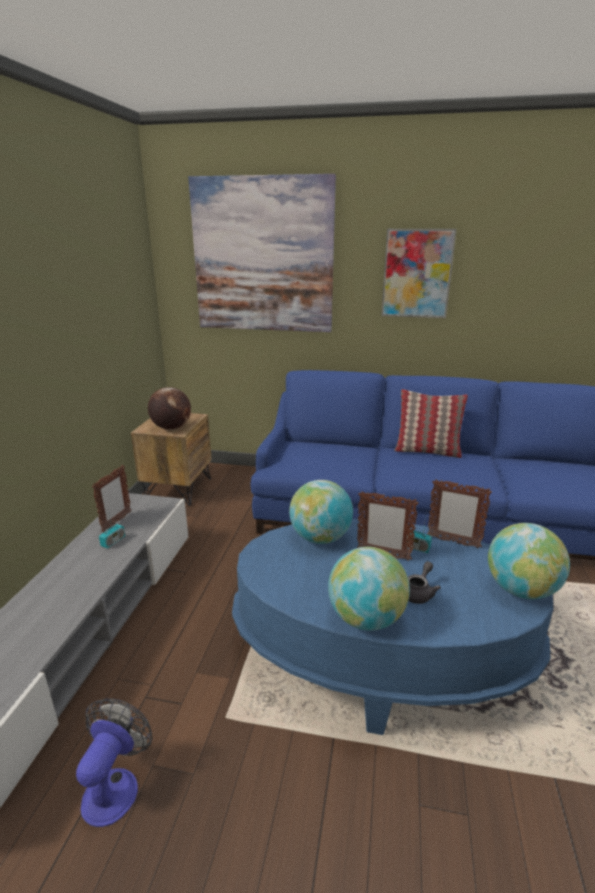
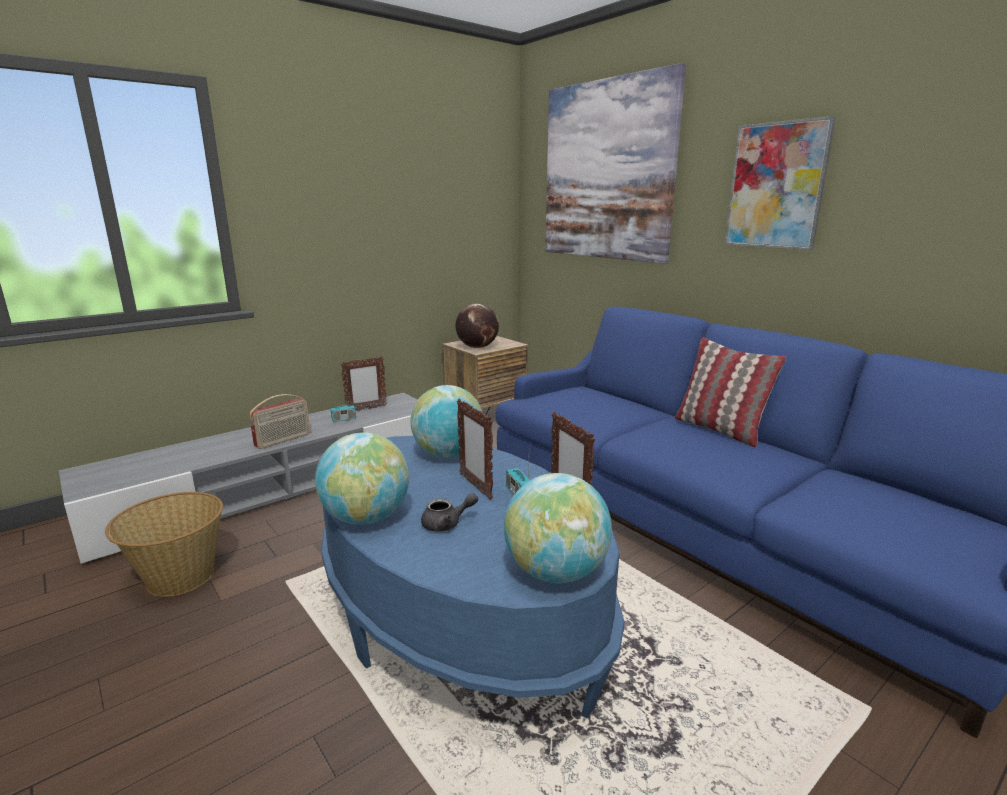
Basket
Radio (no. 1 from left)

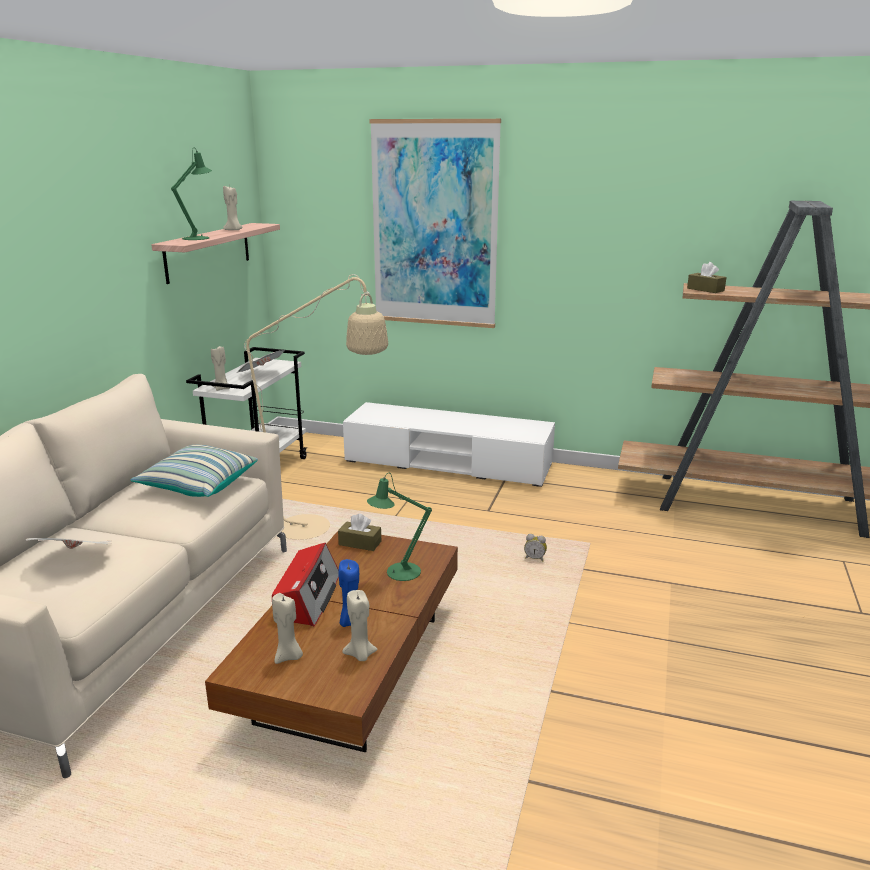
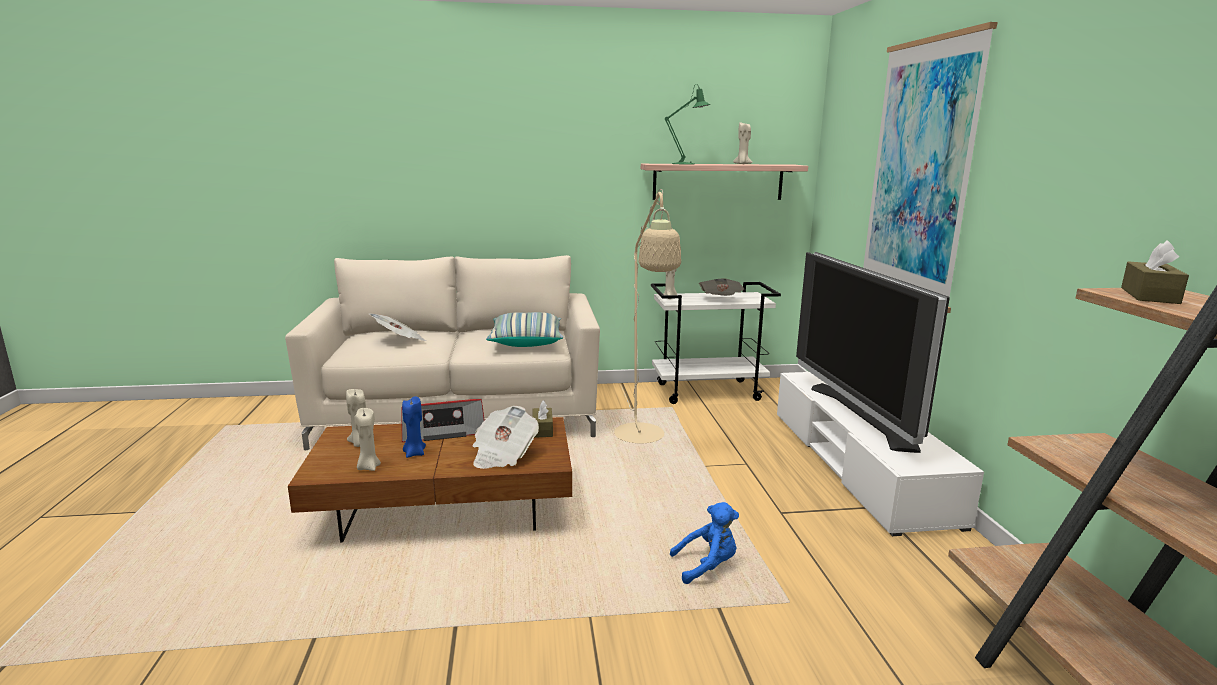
Newspaper (no. 2 from left)
BluePlushToy
Television

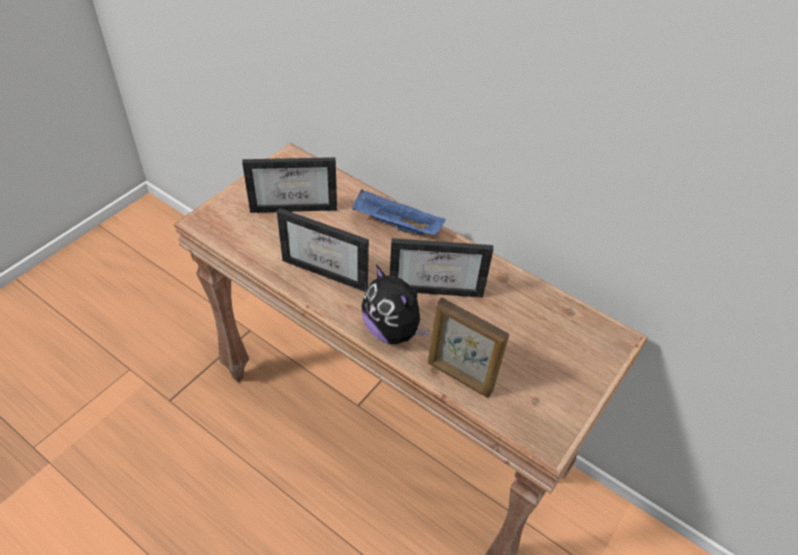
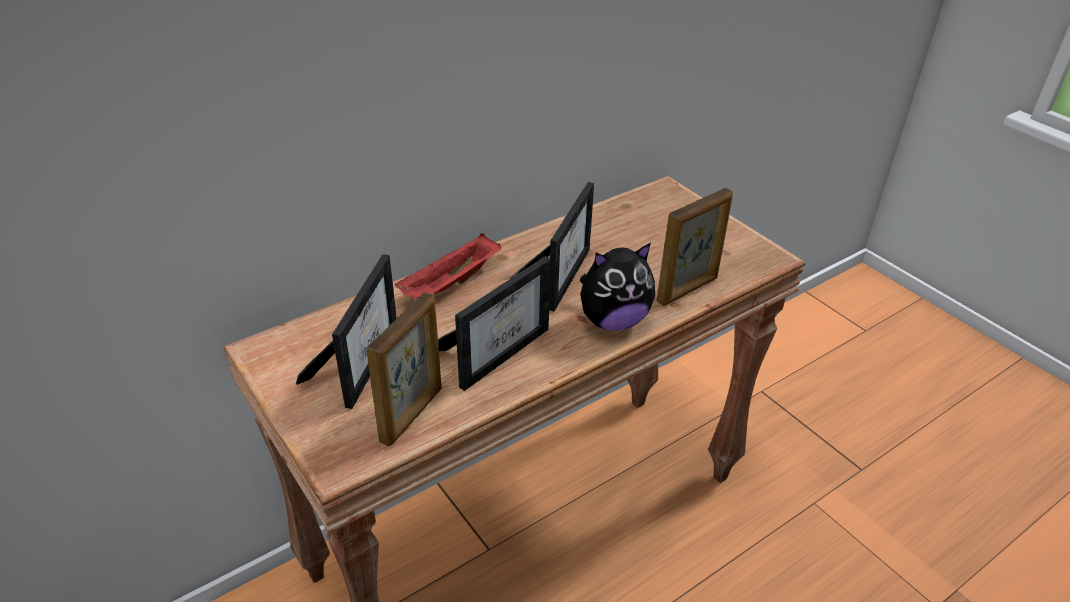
RedTray
PictureFrame (no. 2 from left)

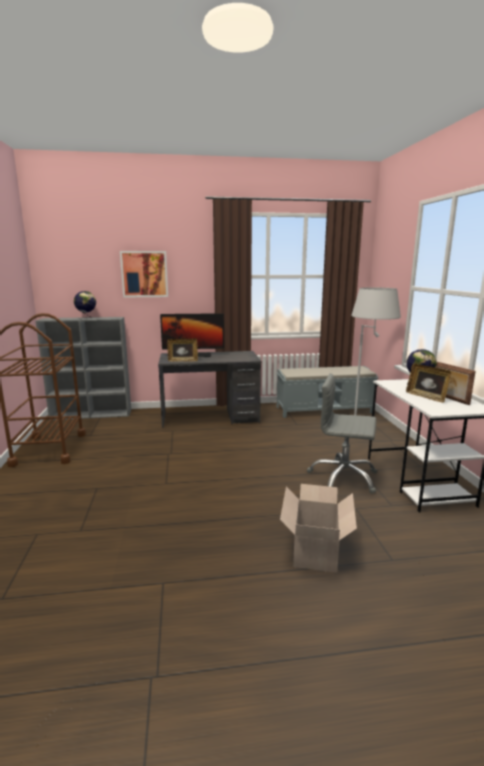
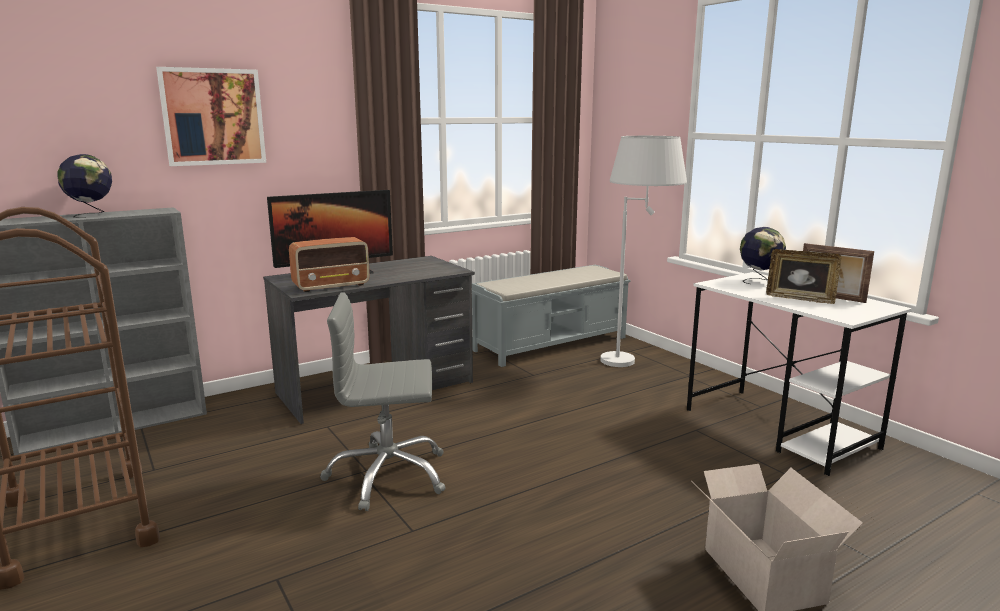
Radio
GreyOfficeChair

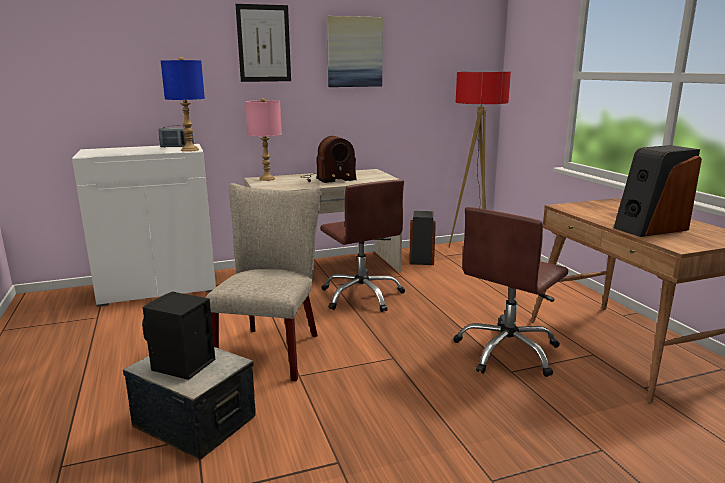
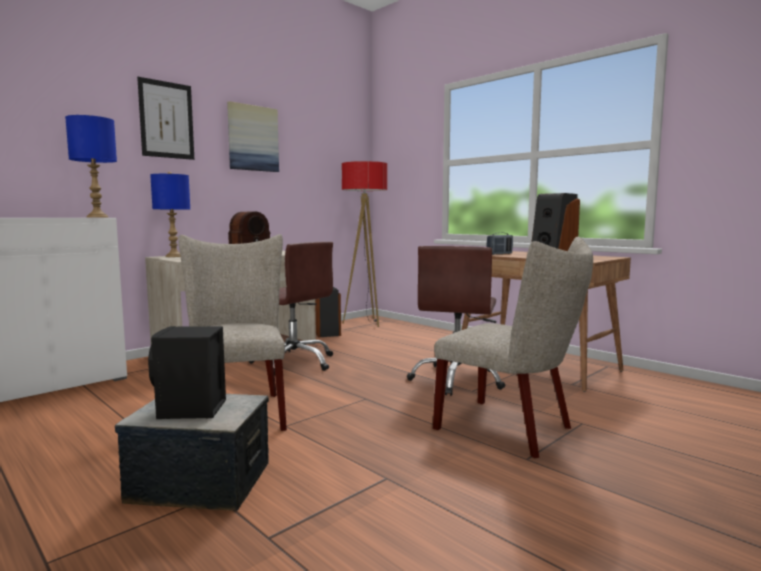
BlueTableLamp (no. 2 from left)
Radio (no. 2 from left)
BeigeChair (no. 2 from left)

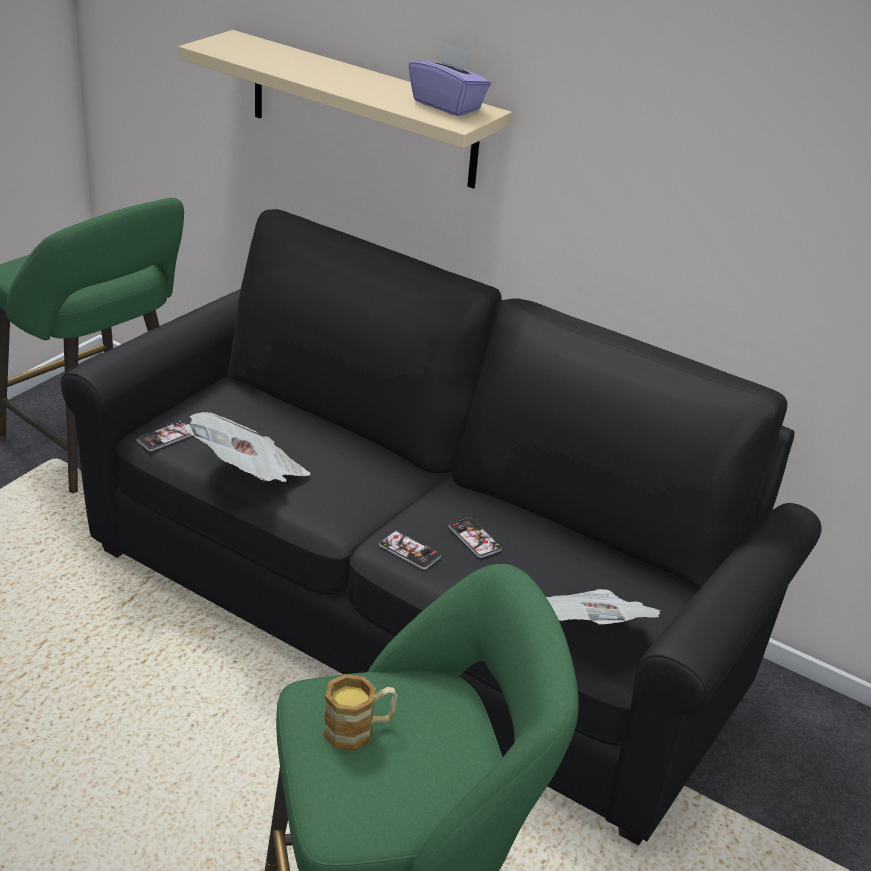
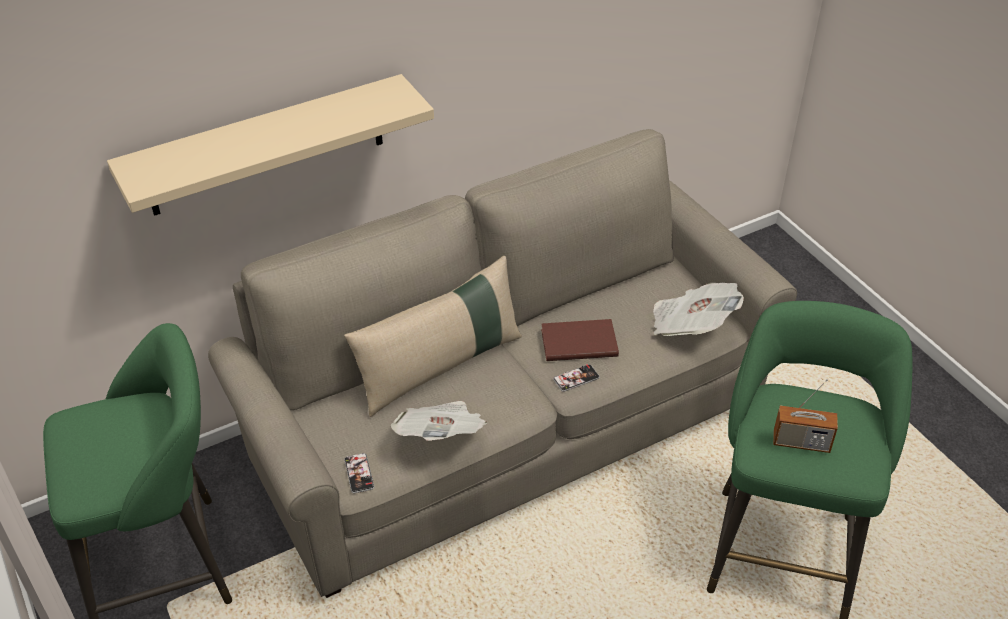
PurpleTissueBox
BeigeSofa
BrownBook
Radio
BeigePillow

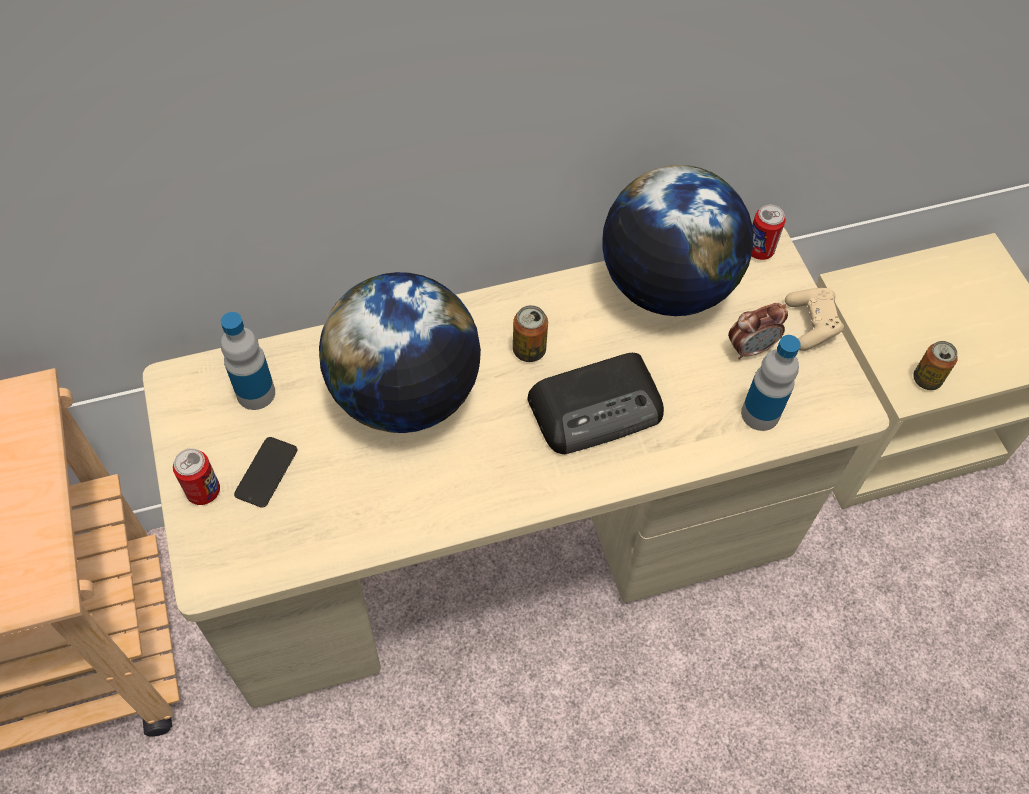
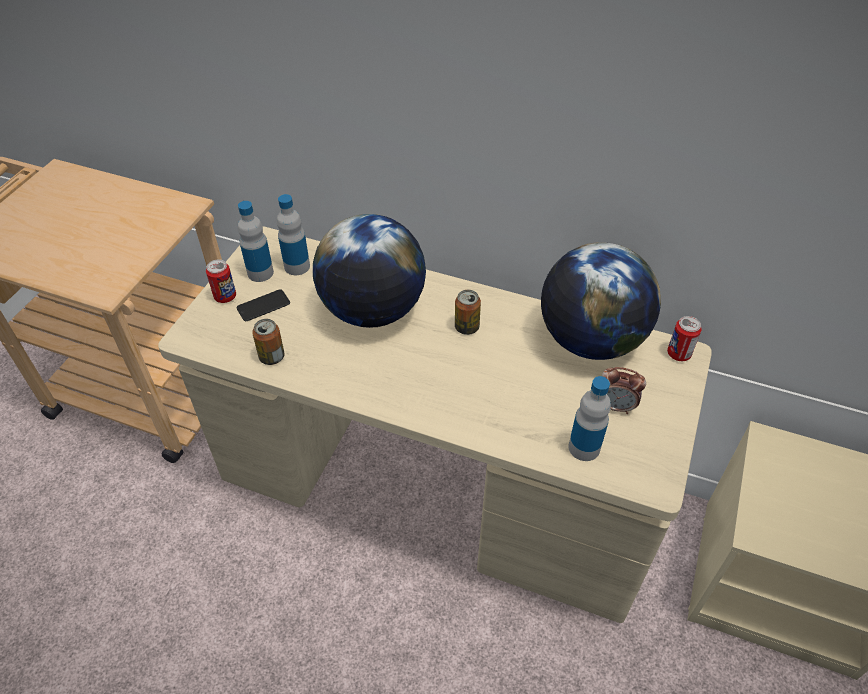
BeigeGameController
Can (no. 2 from left)
Radio
Bottle (no. 1 from left)

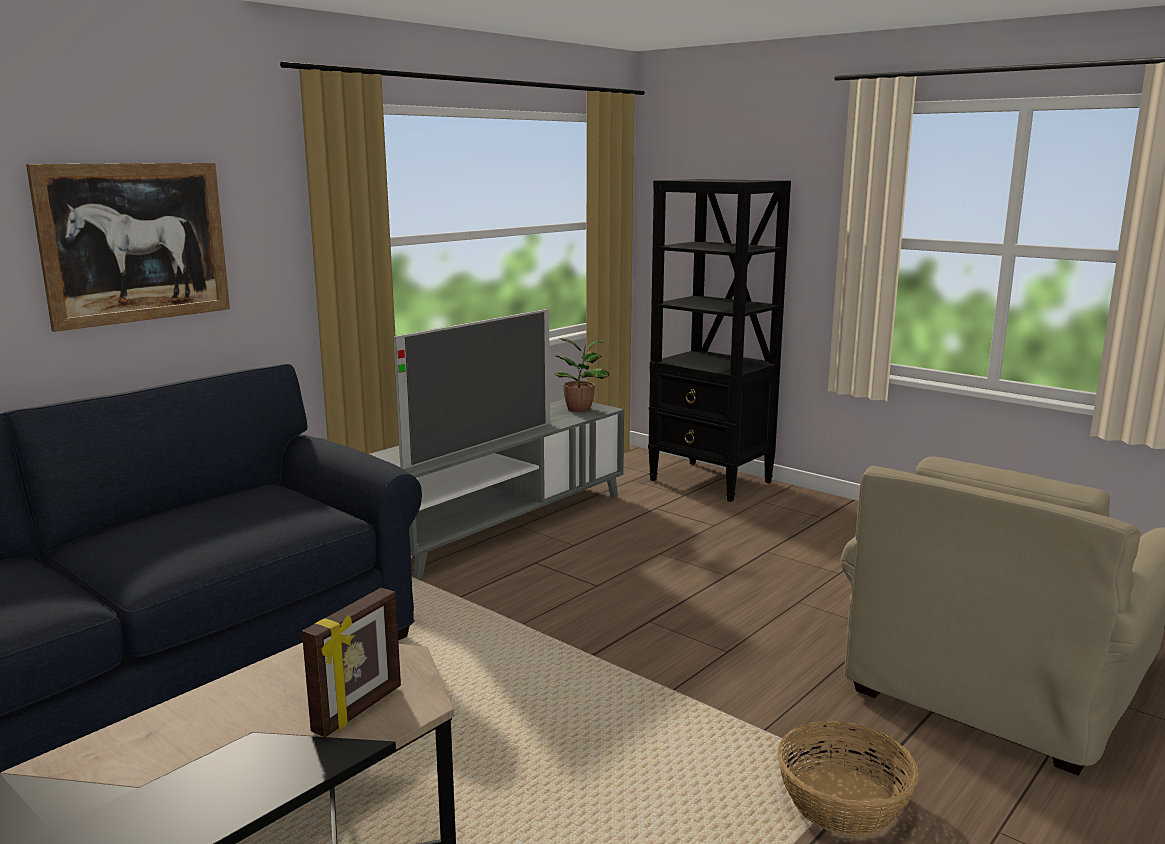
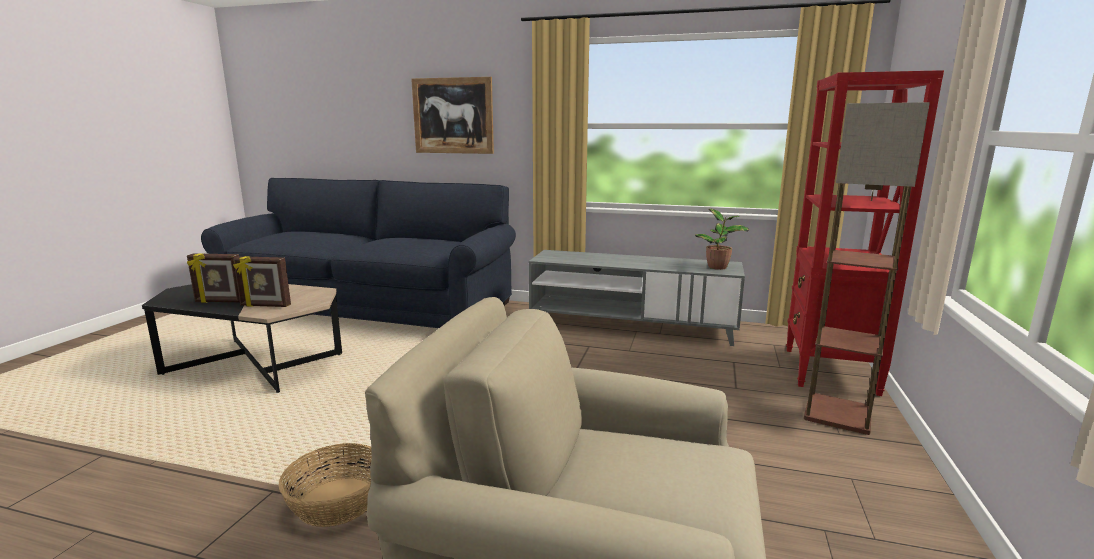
RedBookcase
Television
FloorLamp
PictureFrame (no. 1 from left)

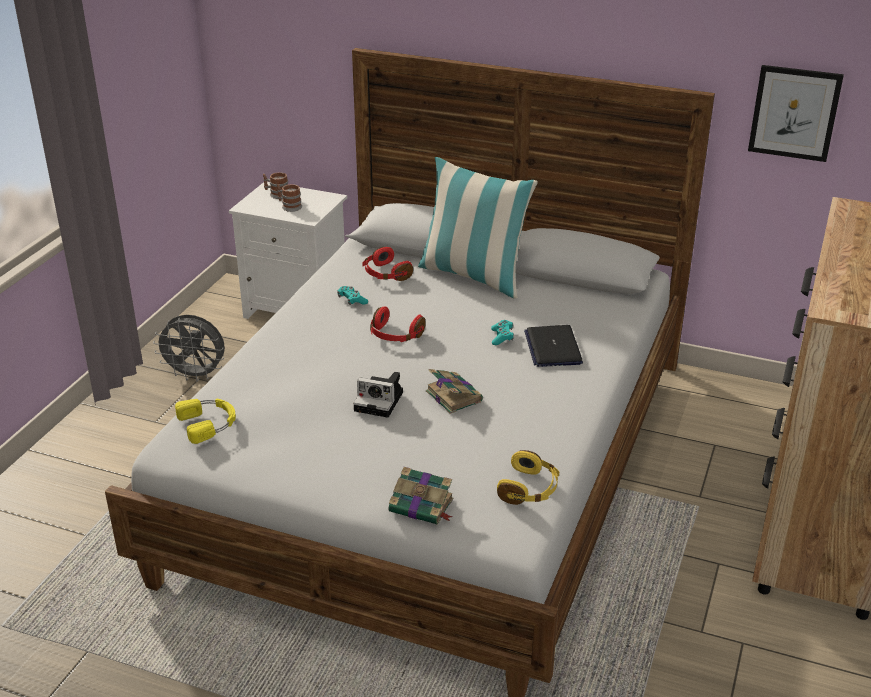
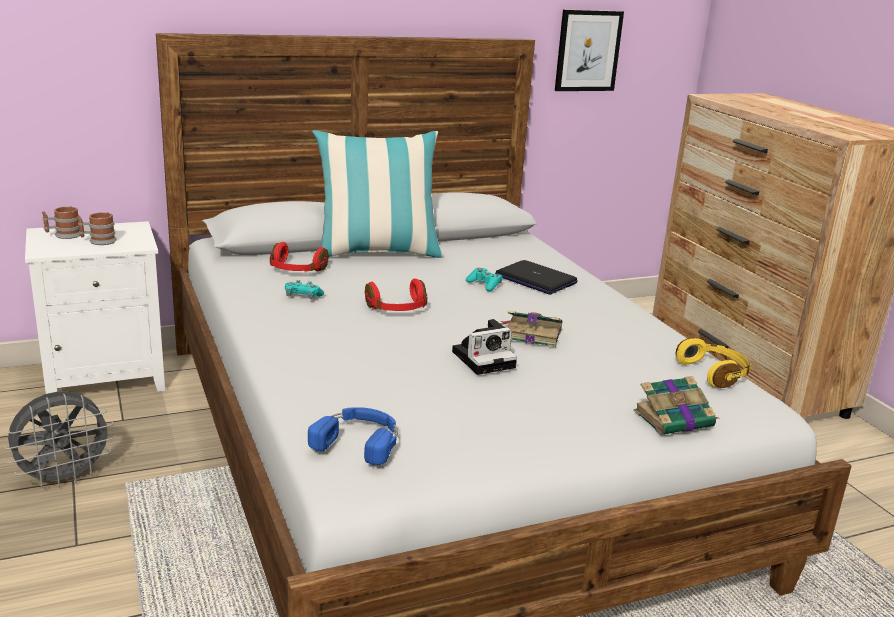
BlueHeadphones

